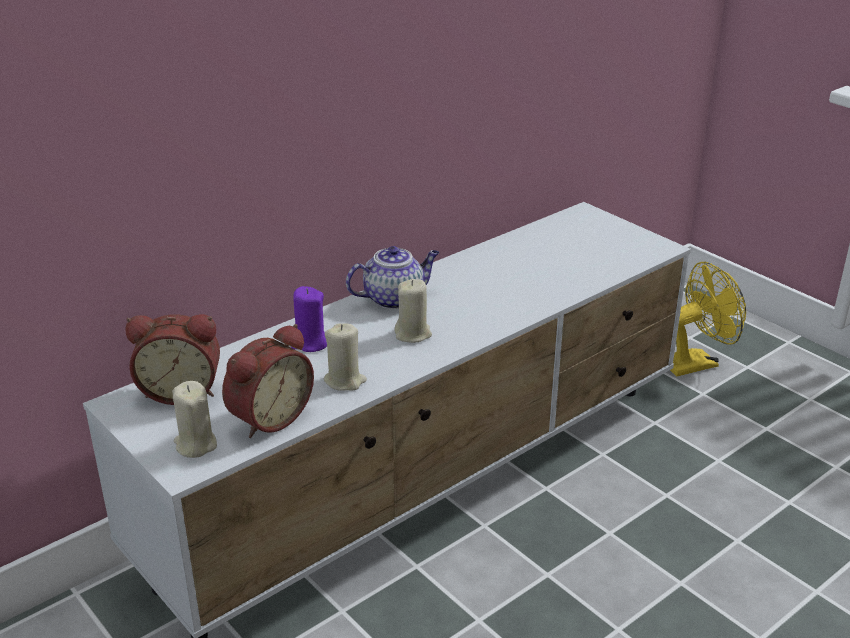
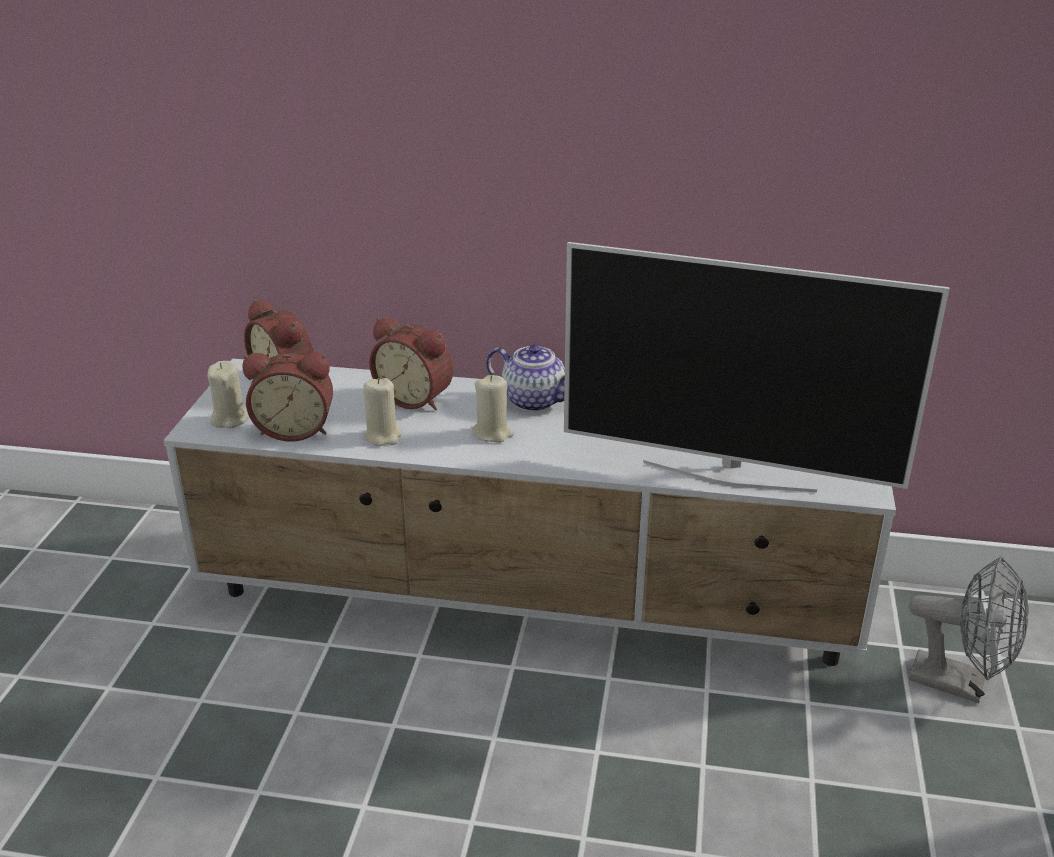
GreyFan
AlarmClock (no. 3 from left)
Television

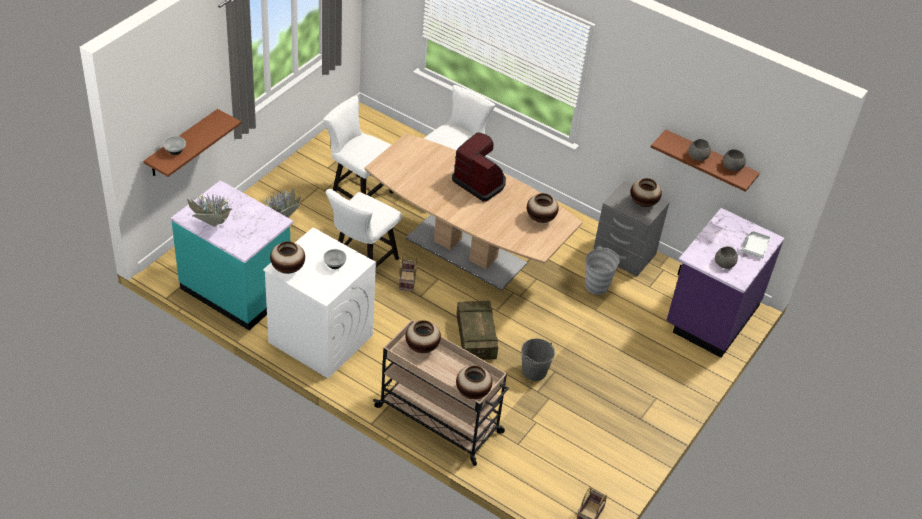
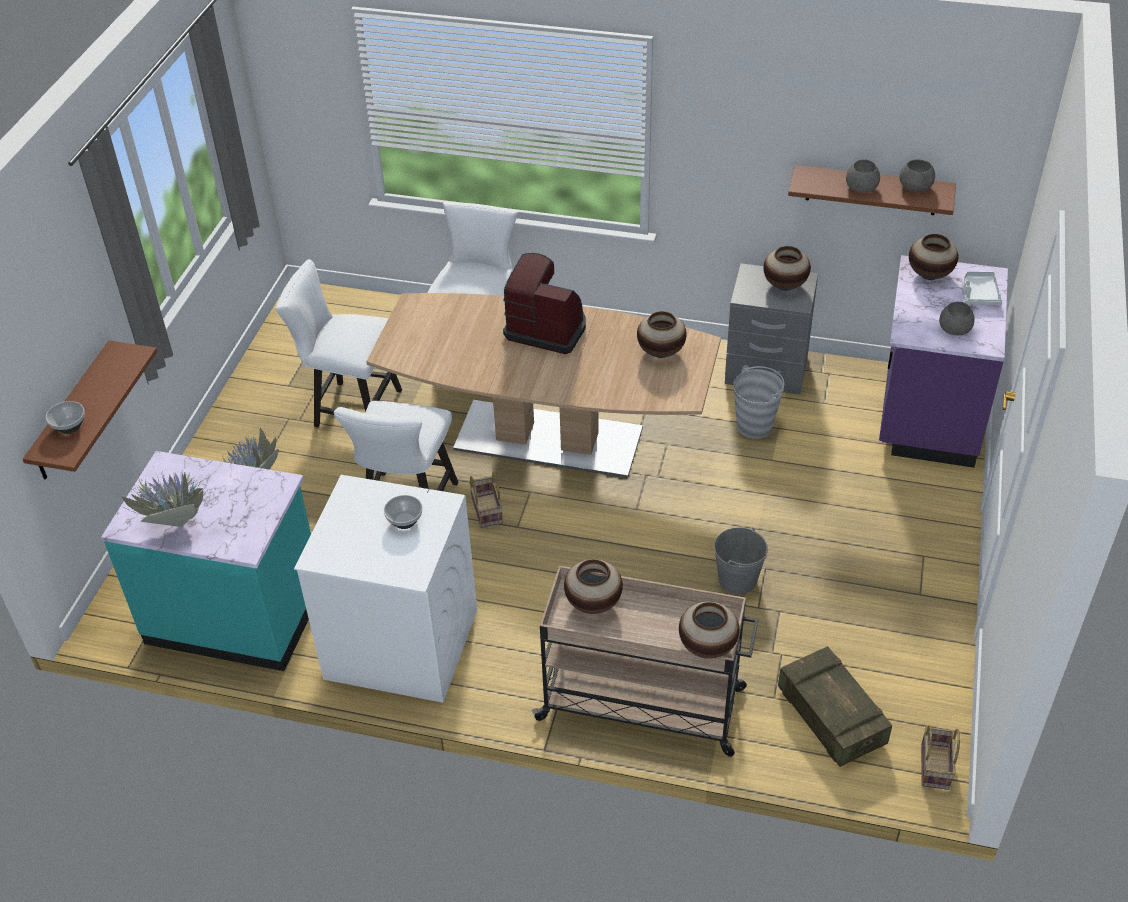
Vase (no. 5 from left)
Crate

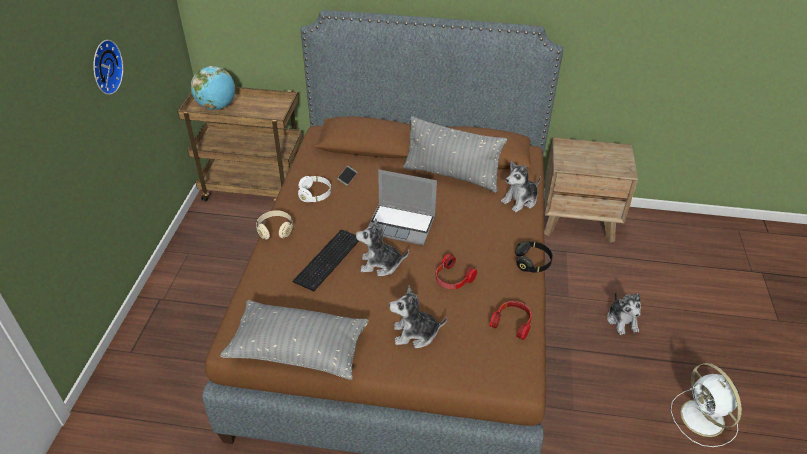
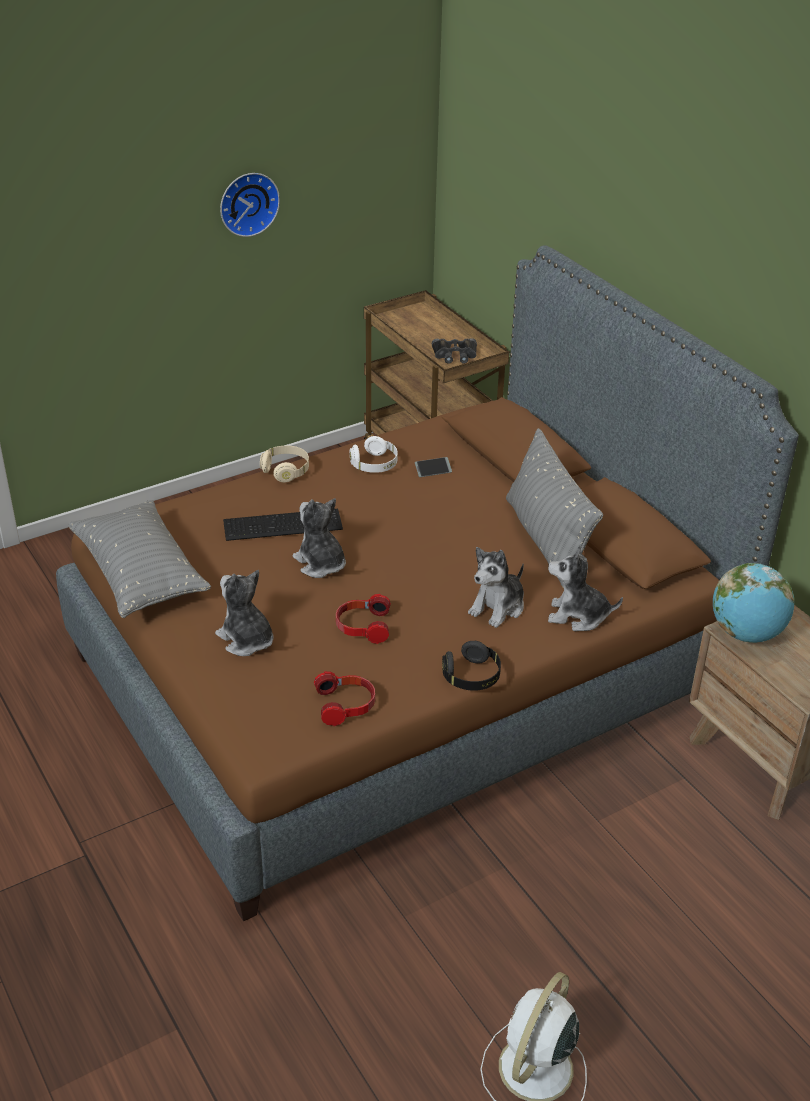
Globe
Laptop
PlushToy (no. 3 from left)
BlackBinoculars

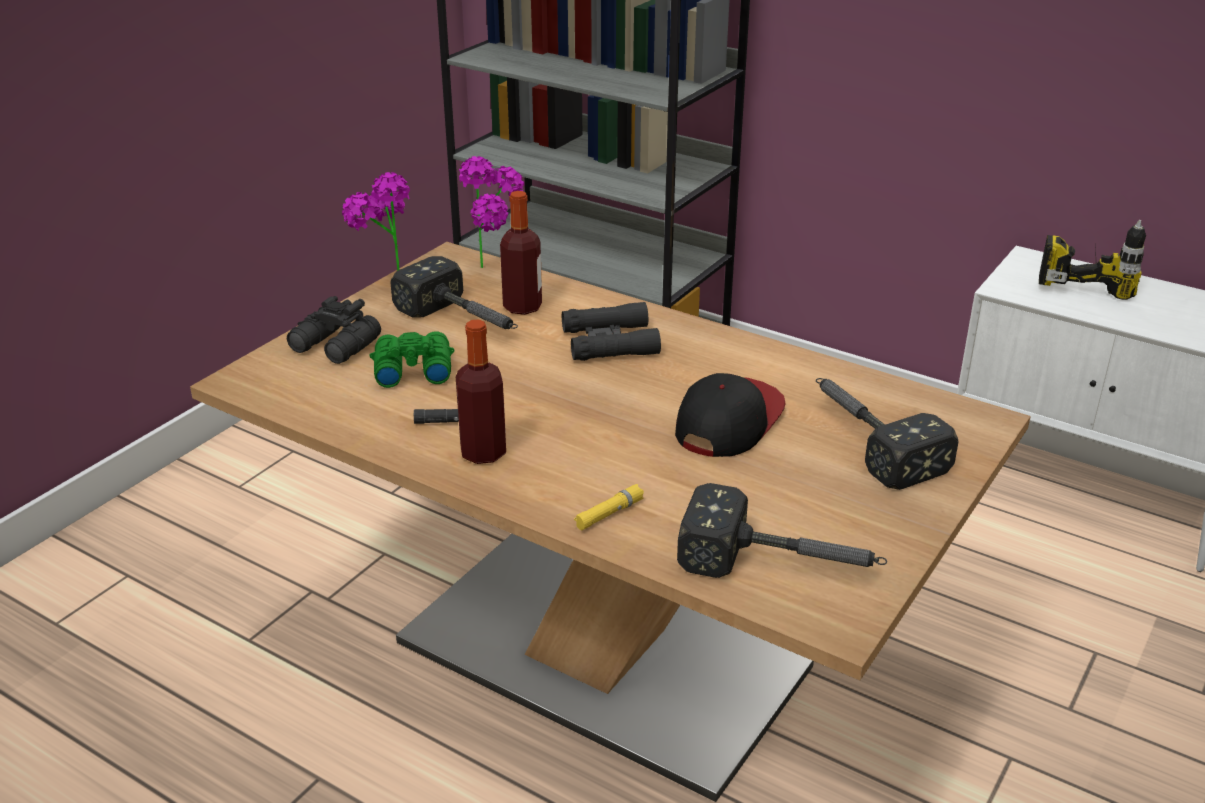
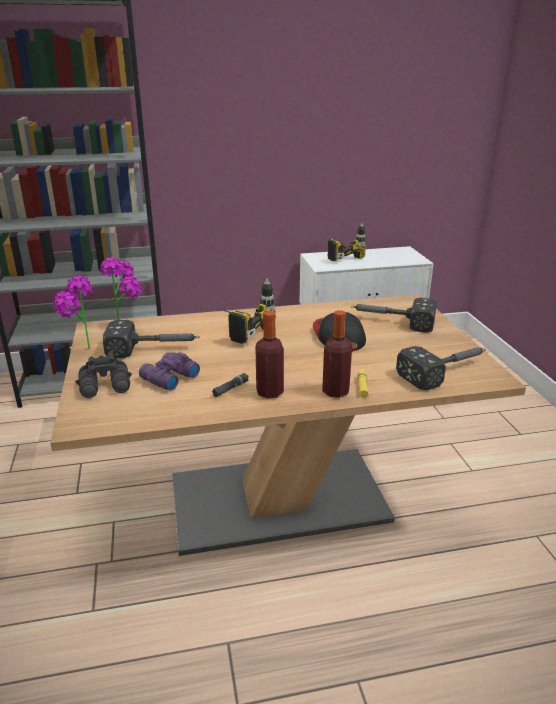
Bottle (no. 2 from left)
PowerDrill (no. 1 from left)
PurpleBinoculars

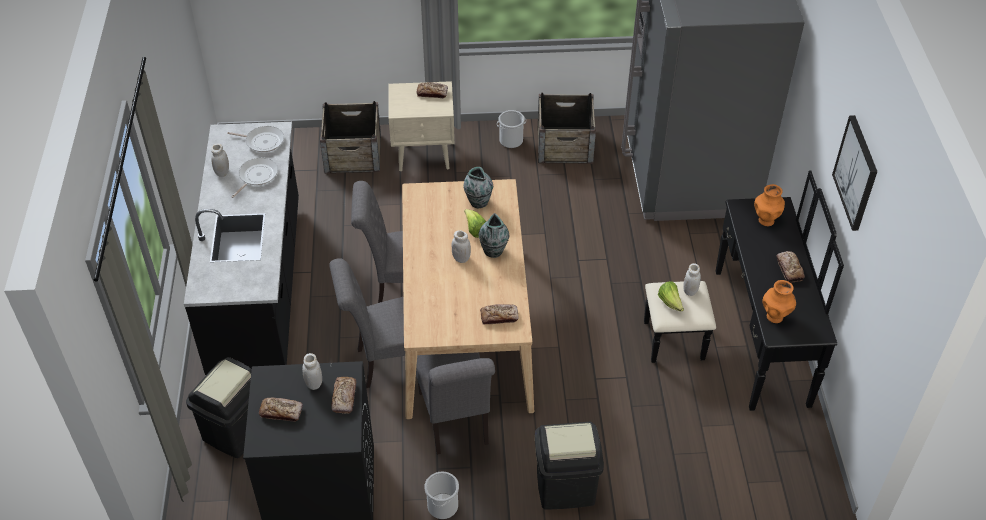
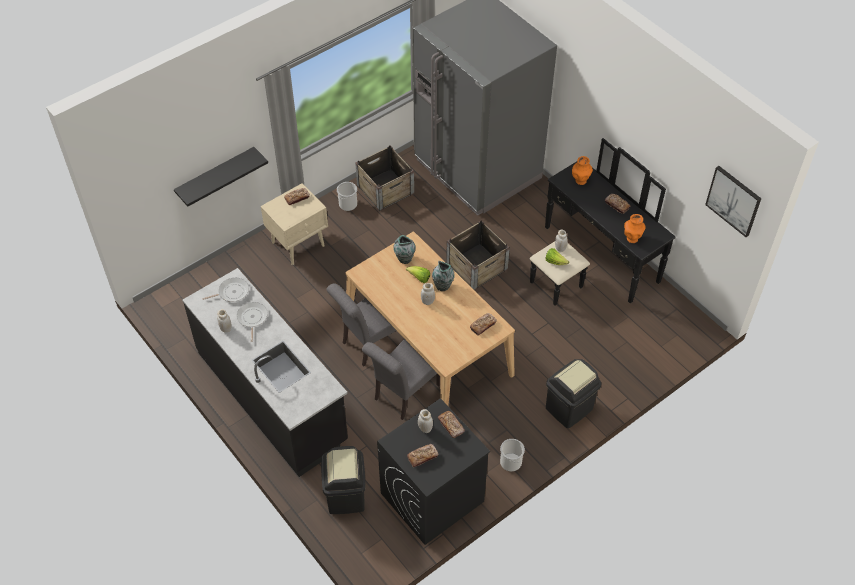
Crate (no. 2 from left)
Picture
GreyChair (no. 3 from left in the first image)
BlackShelf

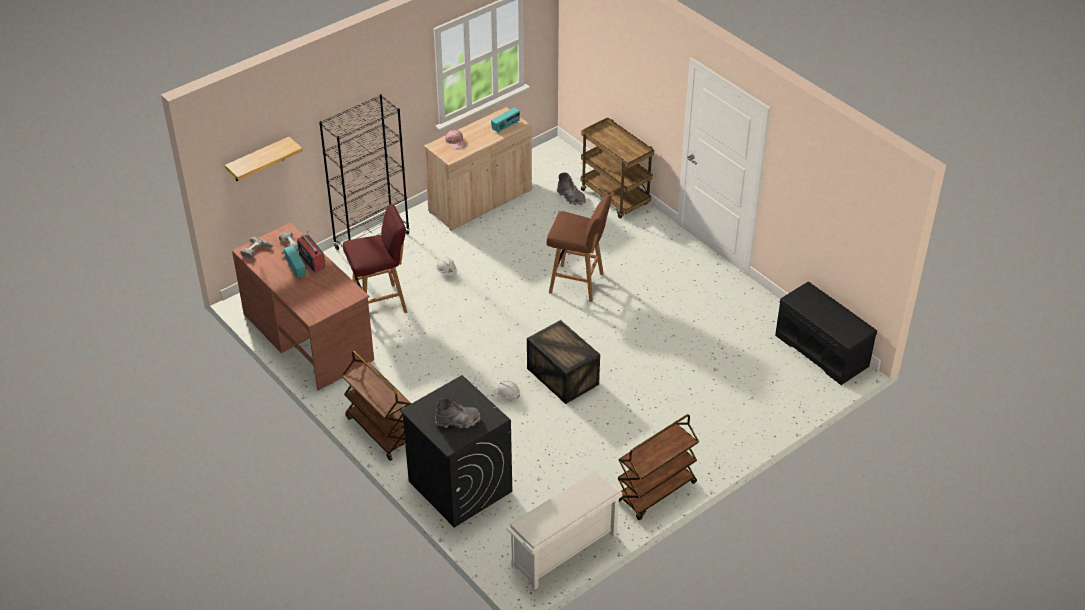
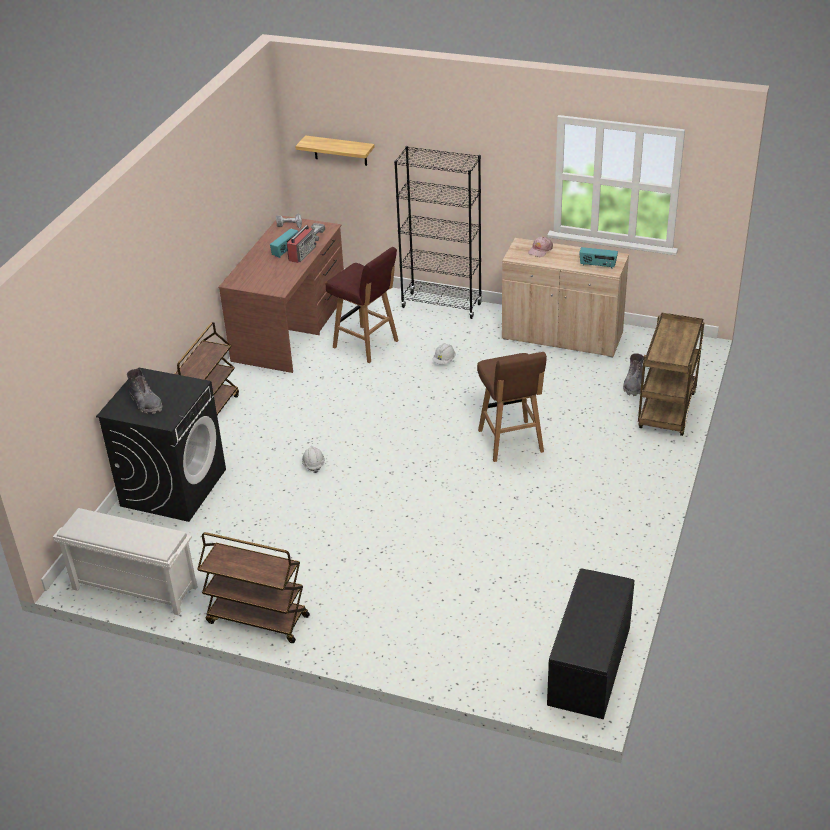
Crate

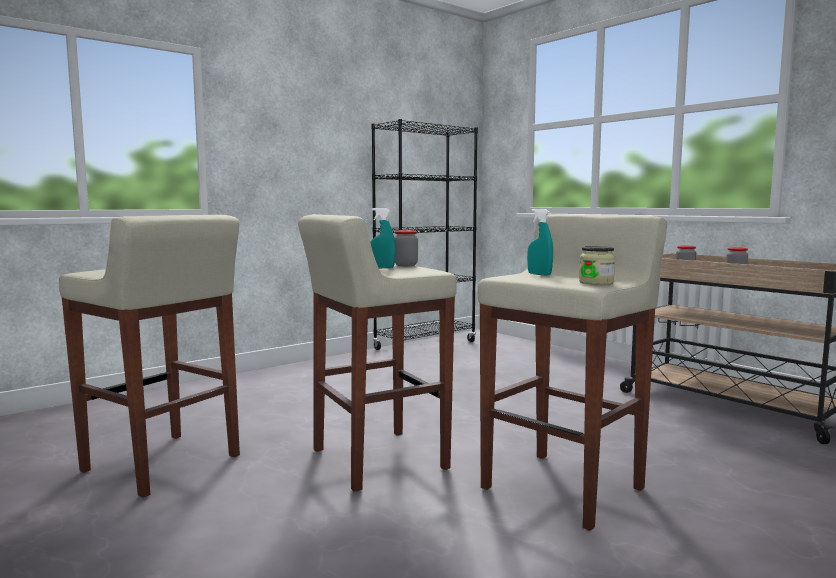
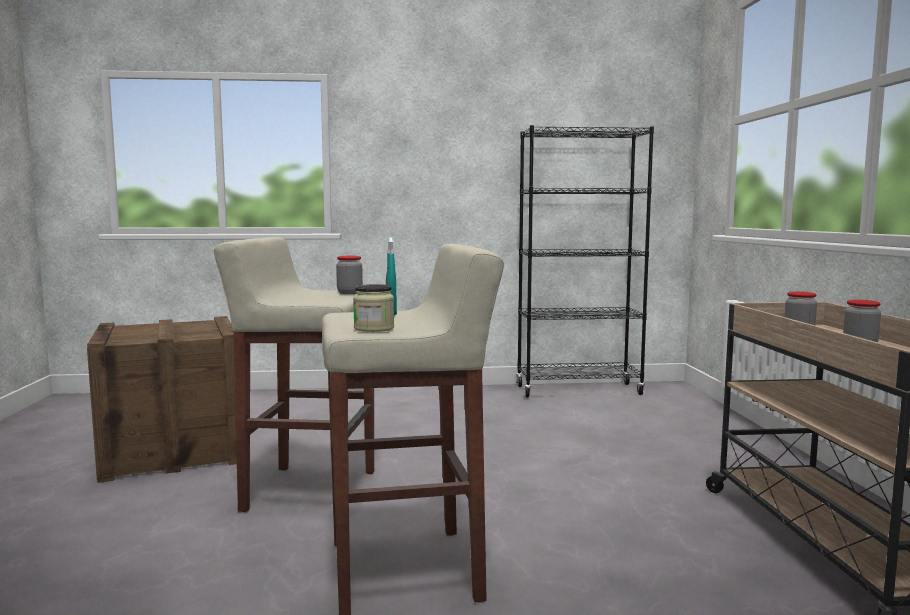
TurquoiseSprayBottle (no. 1 from left in the first image)
Crate

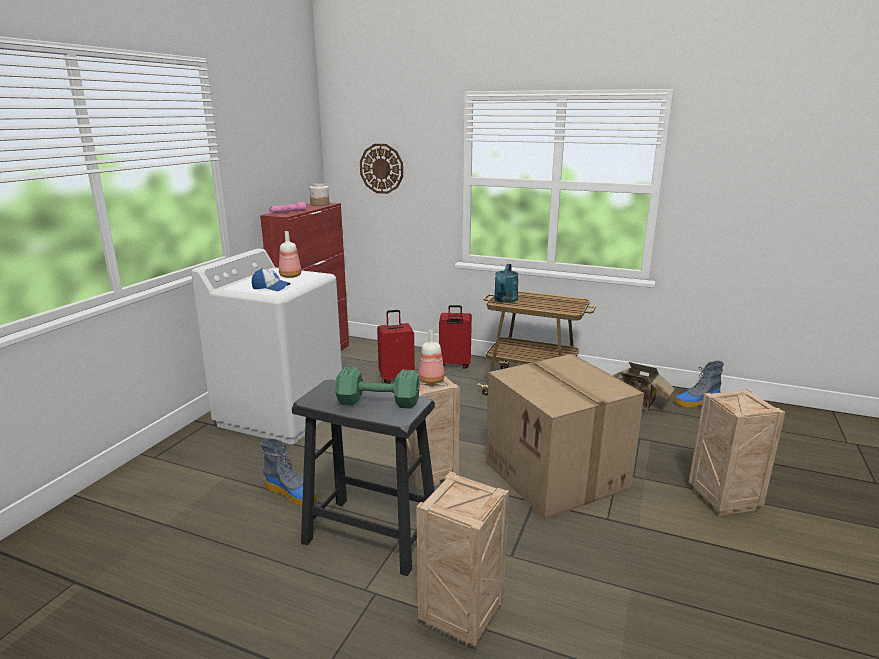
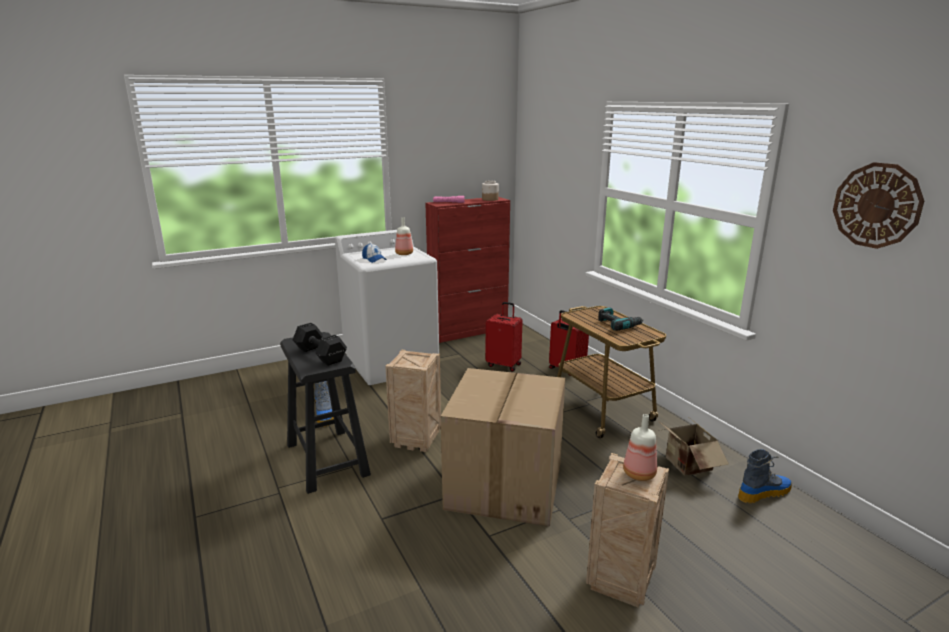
WallClock
TurquoiseWateringCan
Bottle (no. 2 from left)
Boot (no. 2 from left)
BlackDumbbell
Crate (no. 2 from left in the first image)
PowerDrill

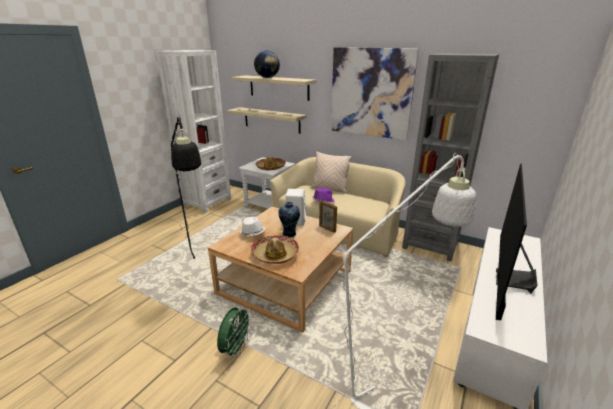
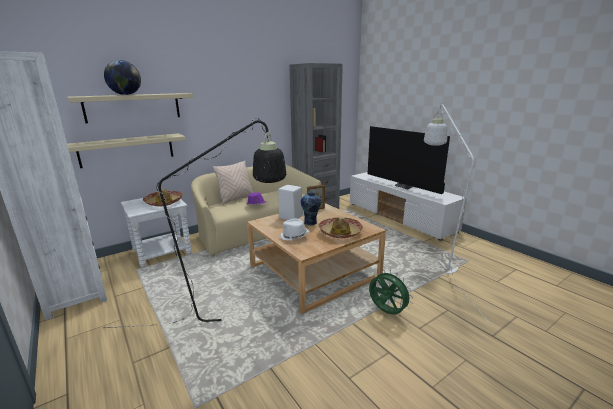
Picture

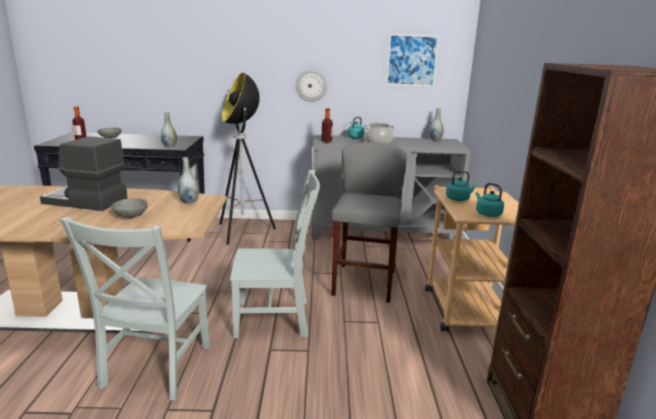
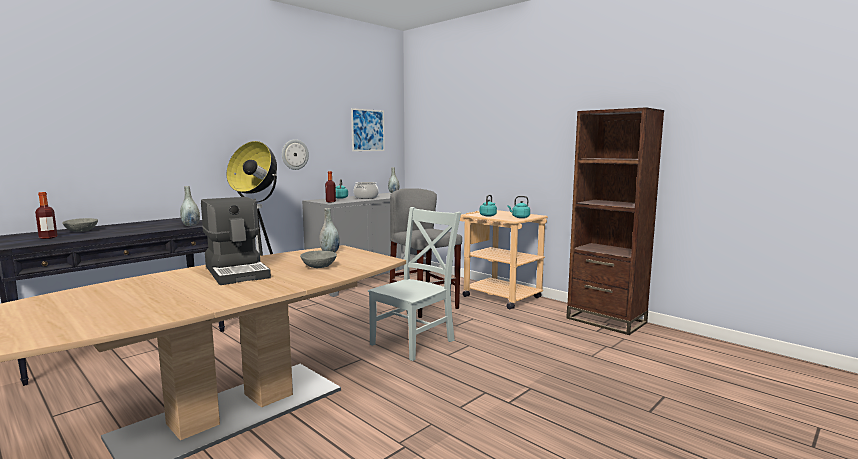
CoffeeMachine
GreyChair (no. 1 from left in the first image)

